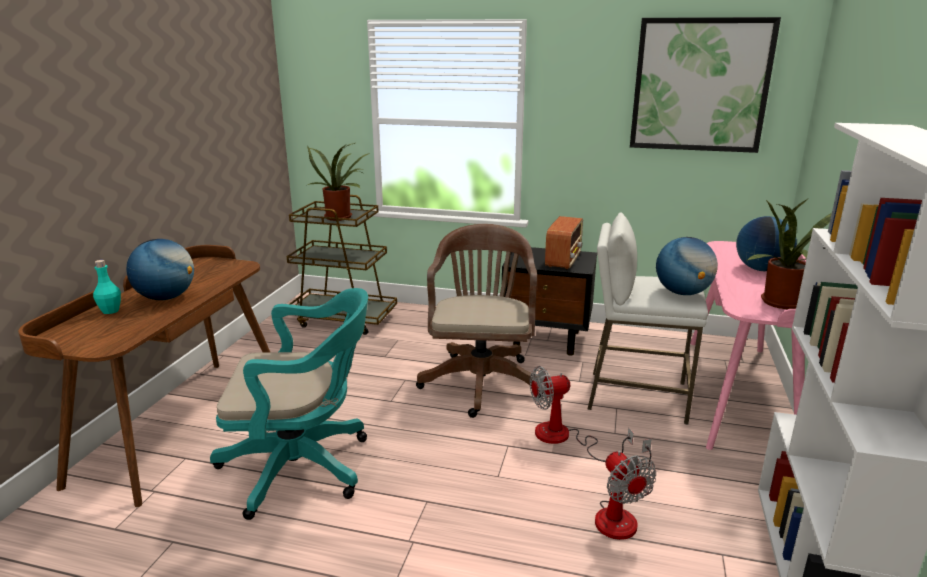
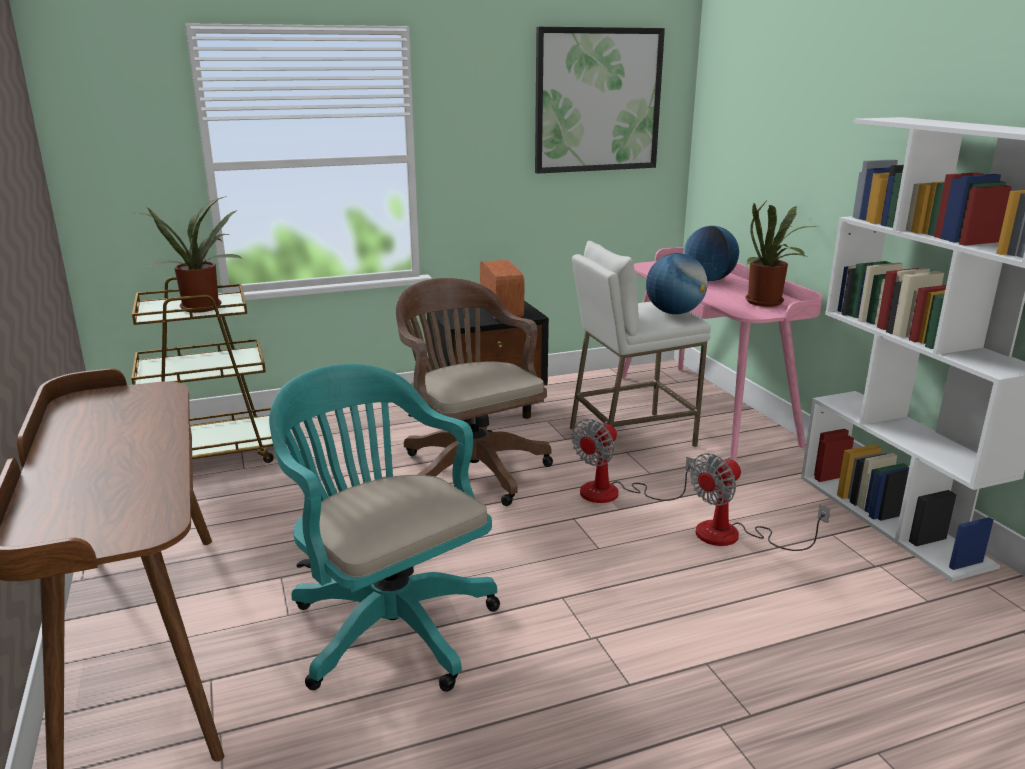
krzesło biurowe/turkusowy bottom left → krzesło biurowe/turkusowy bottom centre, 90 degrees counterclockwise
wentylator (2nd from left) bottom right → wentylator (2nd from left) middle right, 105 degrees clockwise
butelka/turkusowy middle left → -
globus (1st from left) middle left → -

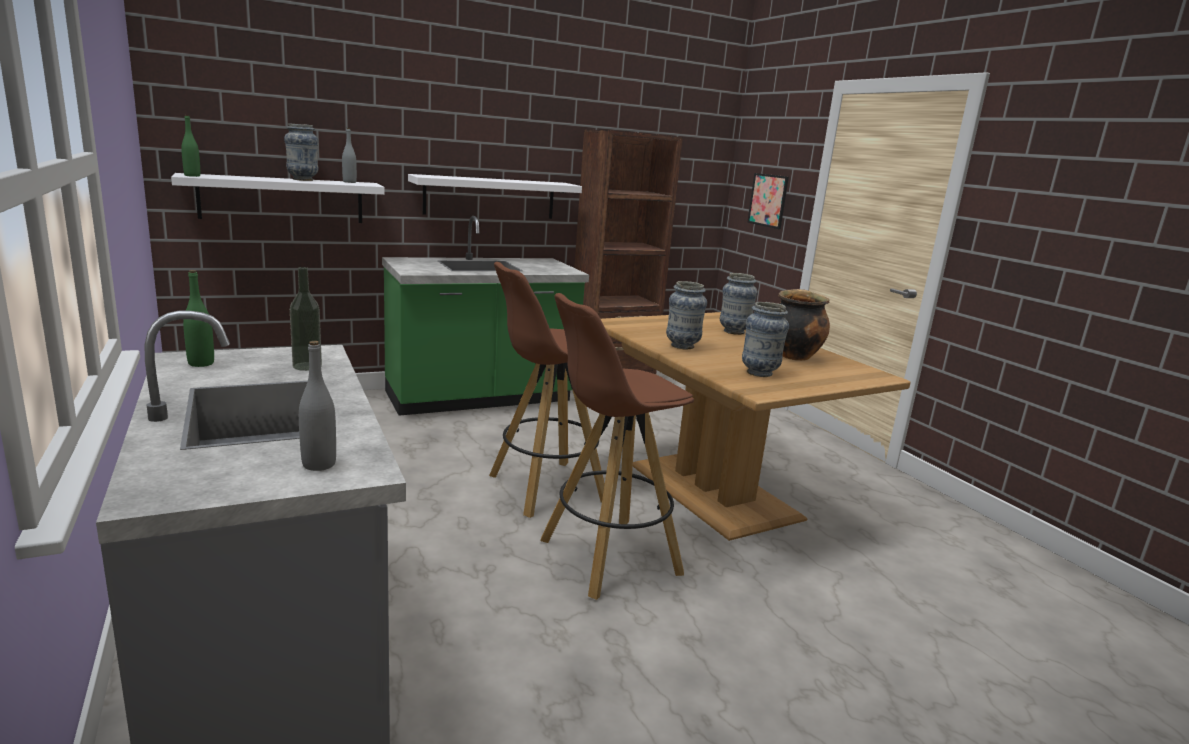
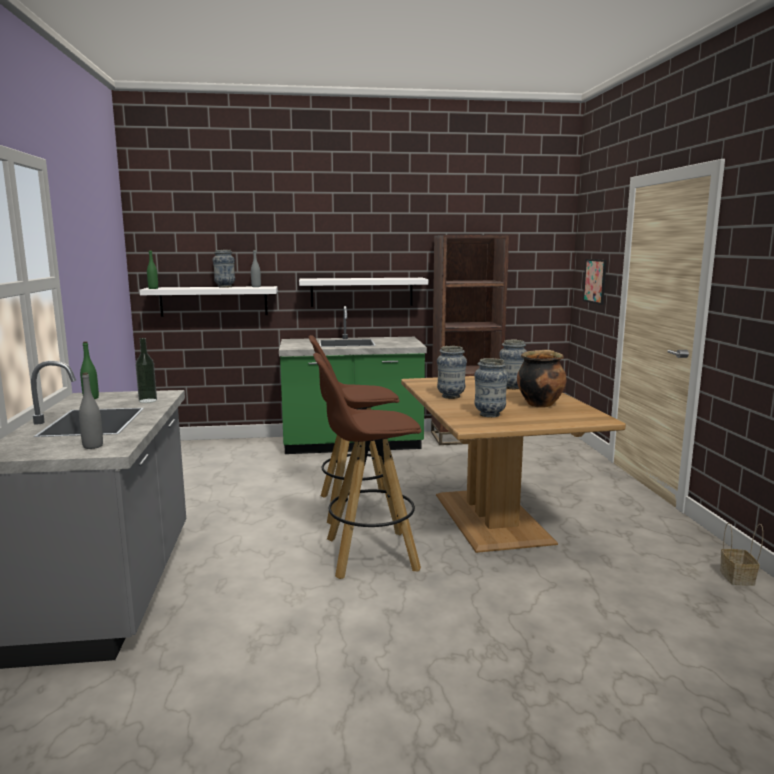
- → koszyk bottom right

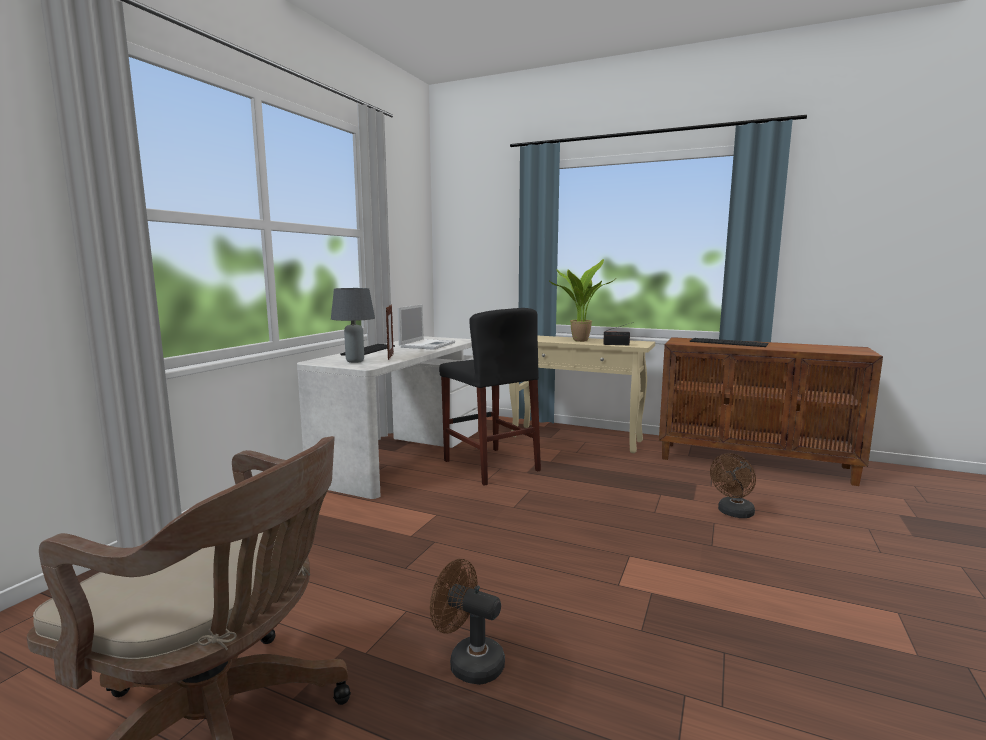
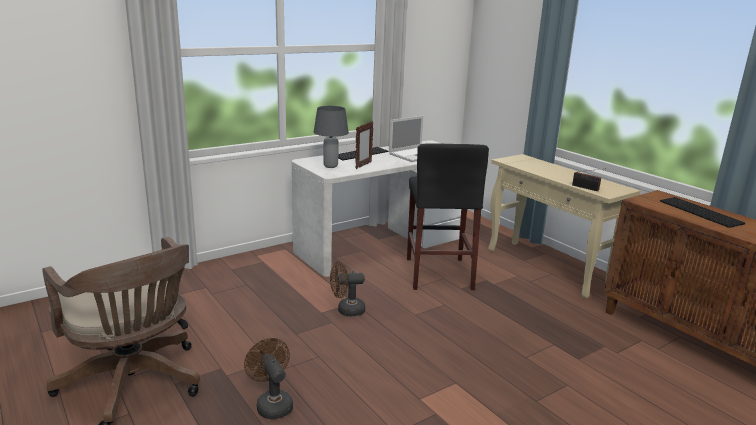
wentylator/brązowy (2nd from left) middle right → wentylator/brązowy (2nd from left) bottom centre, move
roślina doniczkowa centre → -

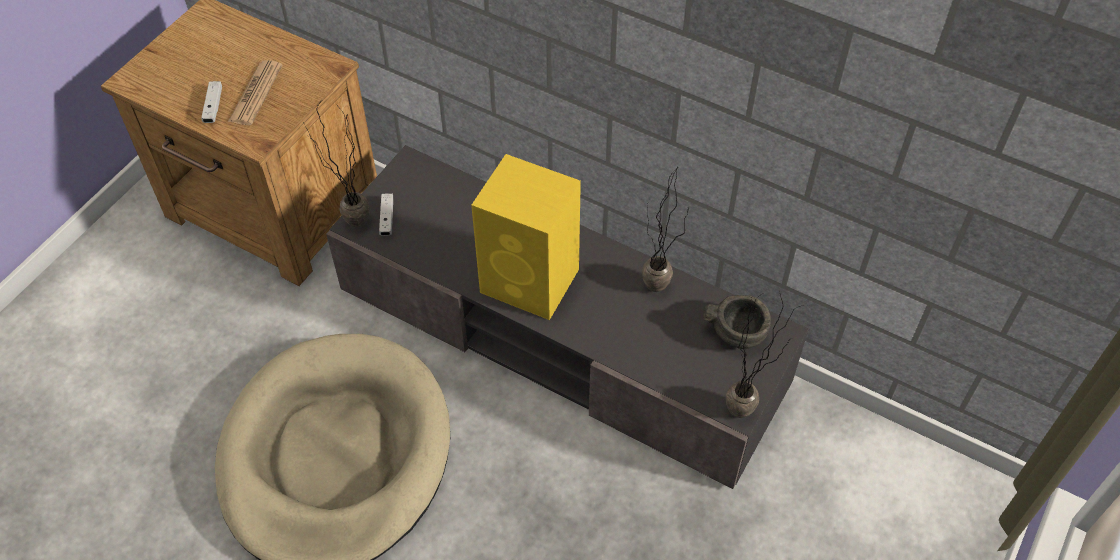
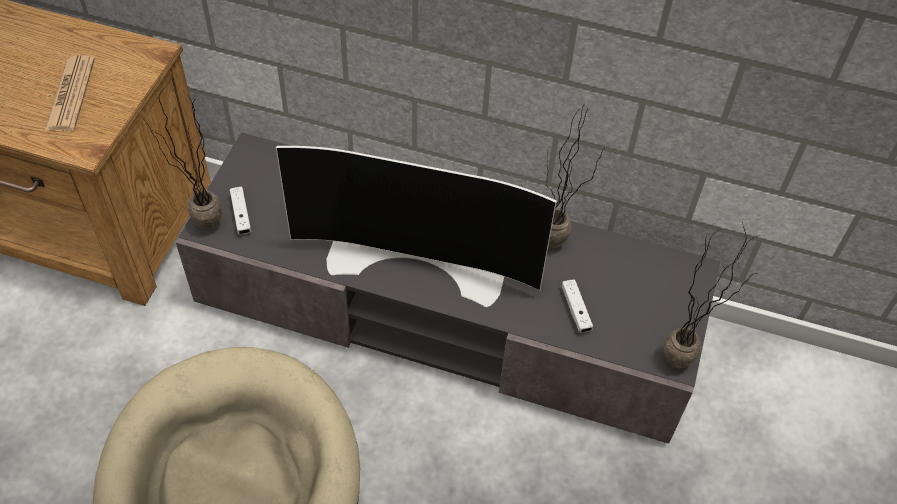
głośnik/żółty centre → telewizor centre
pad do gier/biały (1st from left in the first image) top left → pad do gier/biały (2nd from left) centre, move
miska/szary centre → -

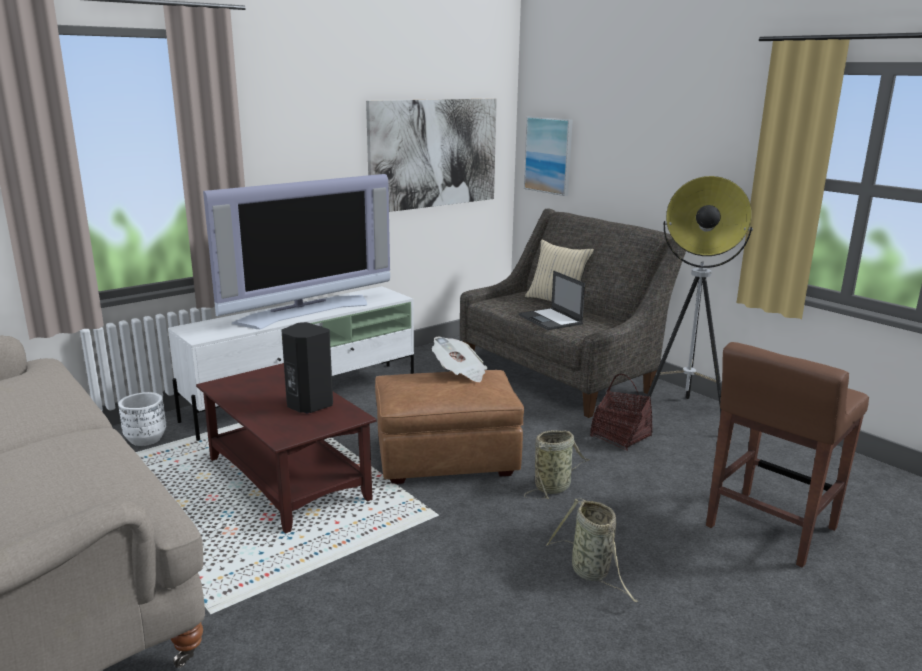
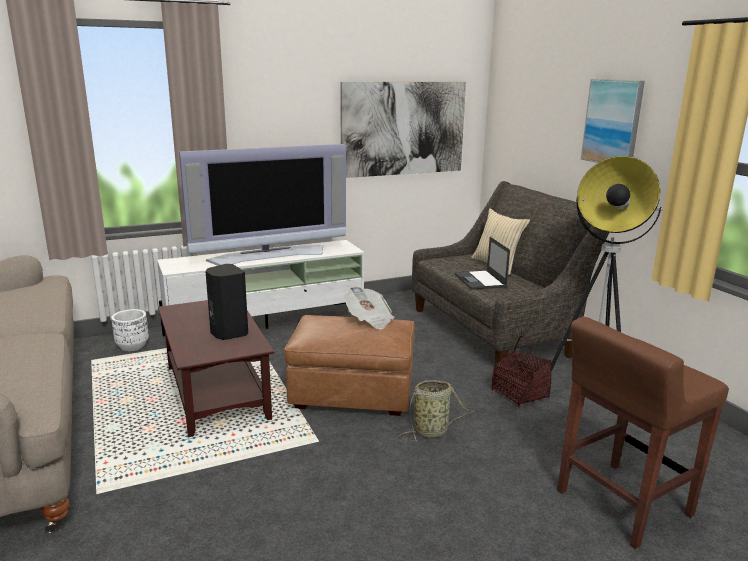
obraz (2nd from left) top centre → obraz (2nd from left) top right, move
koszyk (2nd from left) bottom centre → -

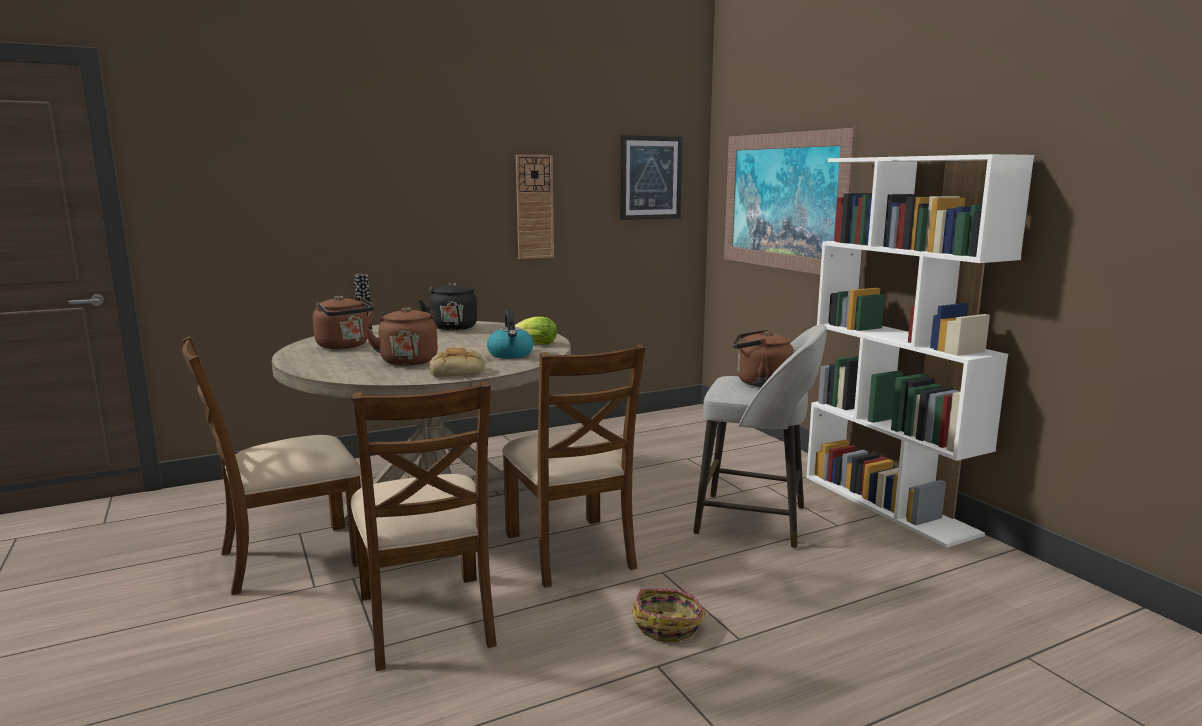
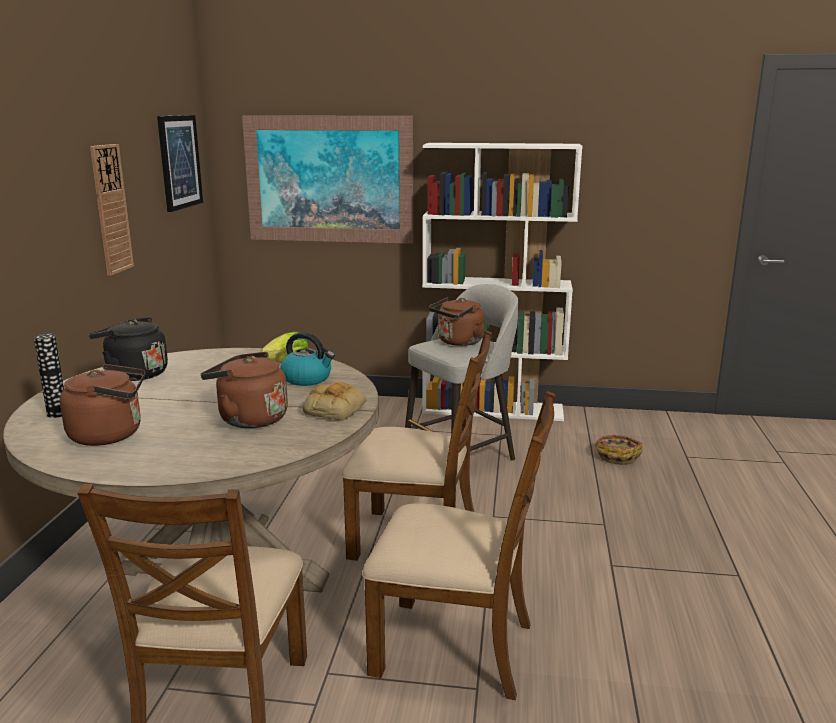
koszyk bottom centre → koszyk middle right, move

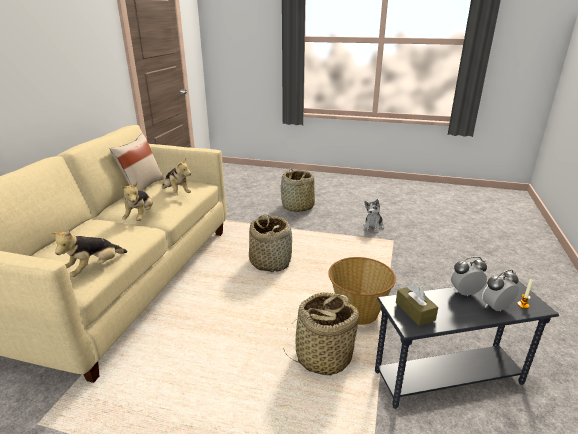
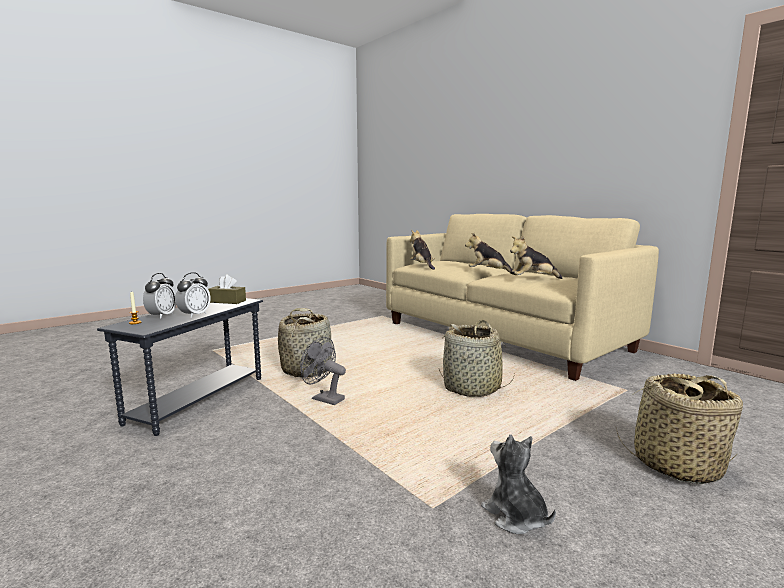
koszyk (4th from left) bottom centre → wentylator/szary centre
poduszka/beżowy middle left → -

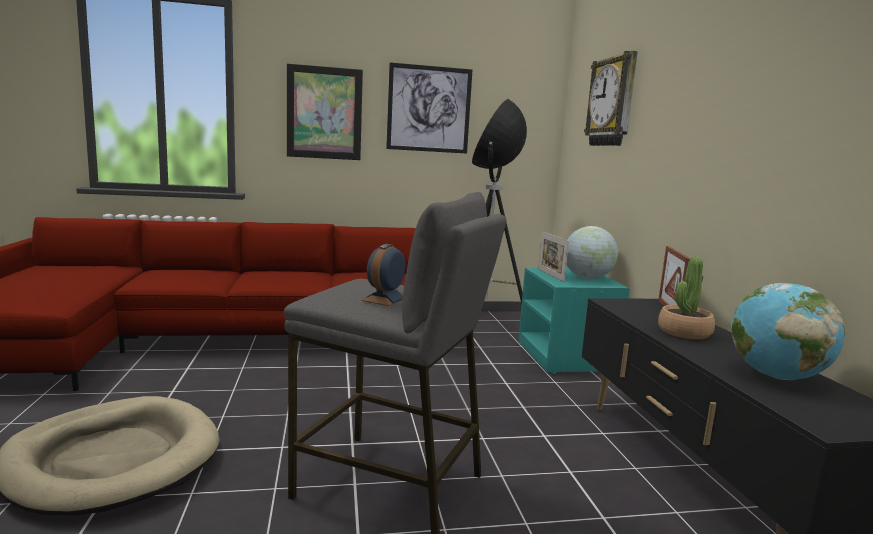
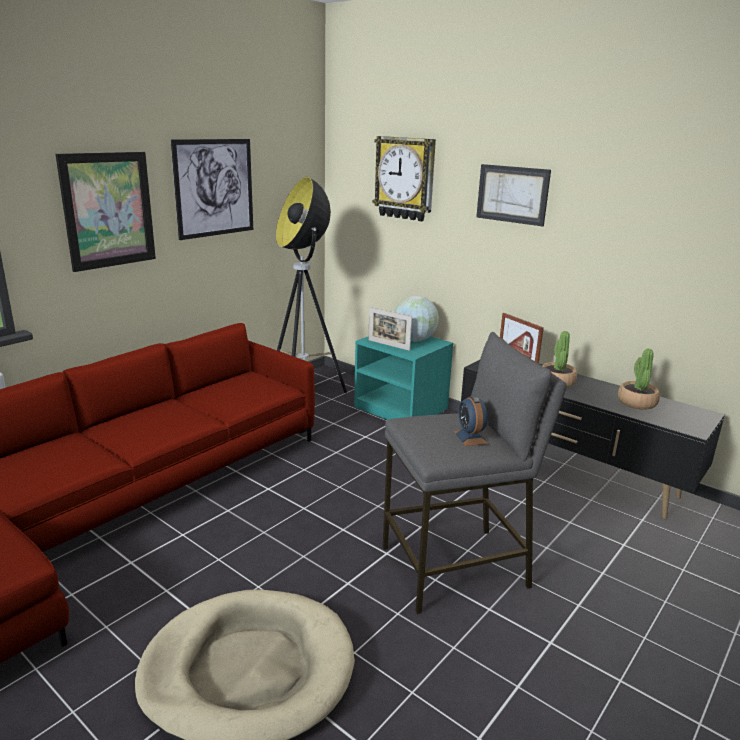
- → obraz (3rd from left) top right
globus (2nd from left) middle right → roślina doniczkowa (2nd from left) middle right

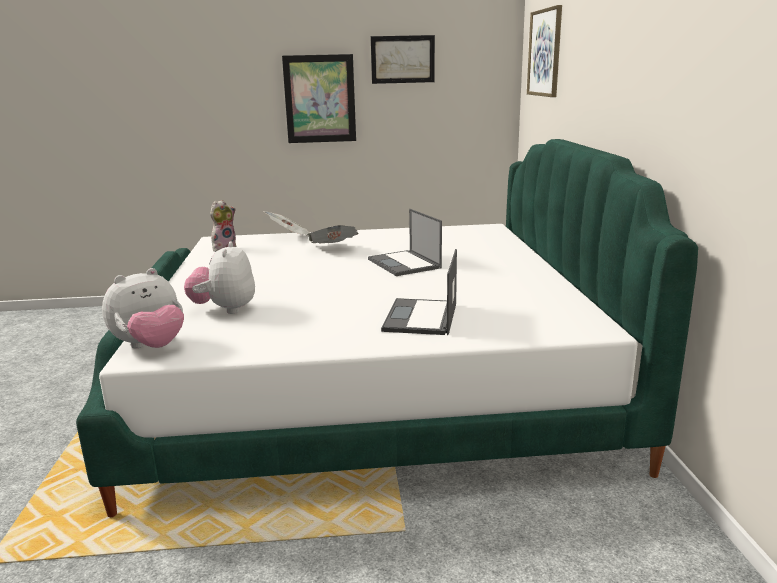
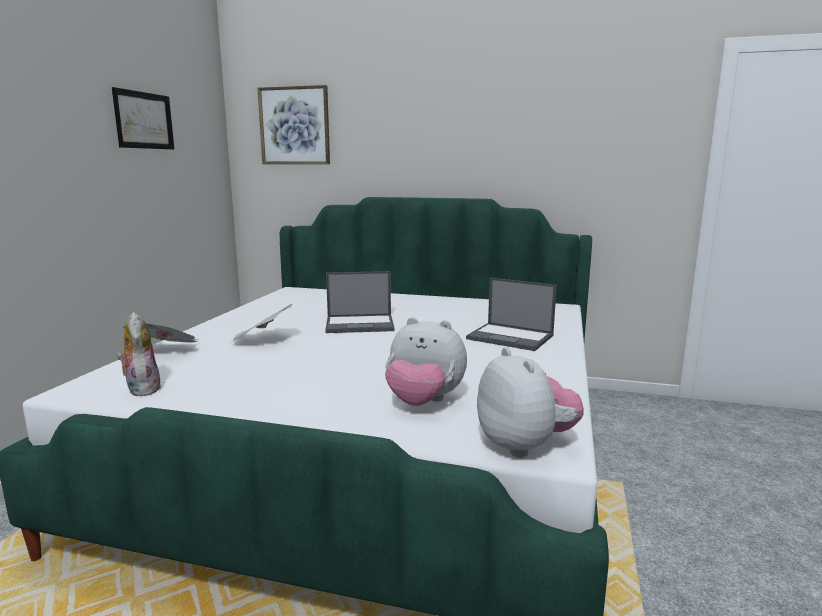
obraz (1st from left) top centre → -

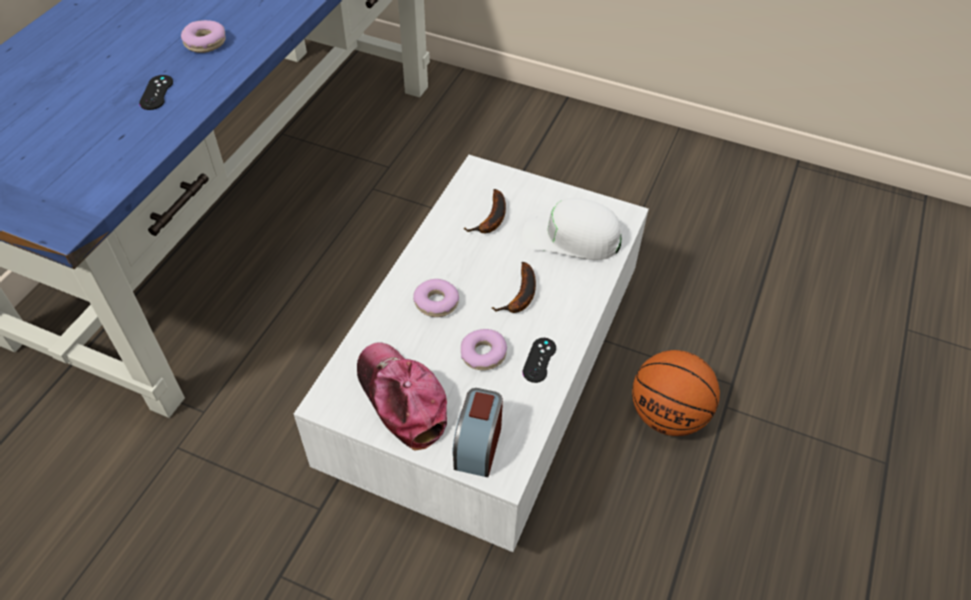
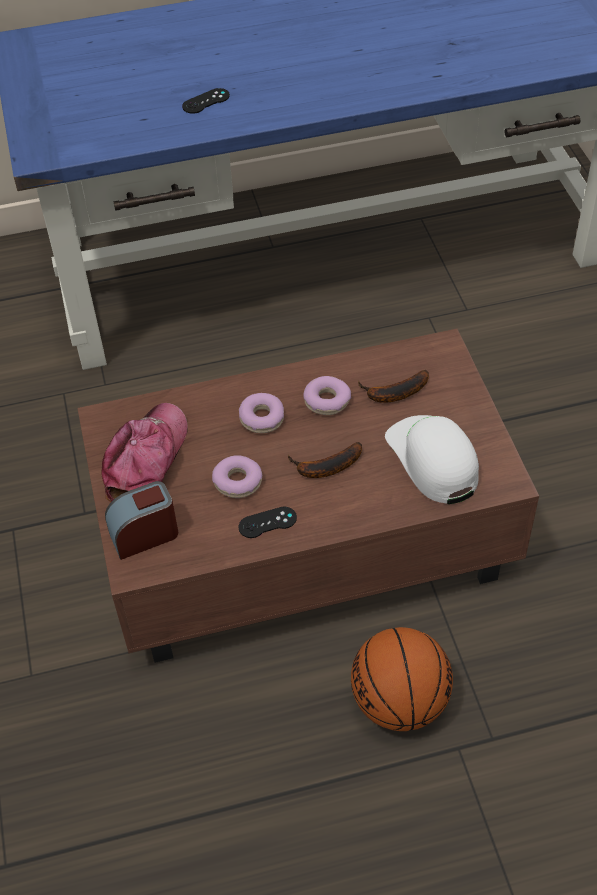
ława/biały centre → ława/brązowy centre
donut (1st from left in the first image) top left → donut (3rd from left) centre, move

